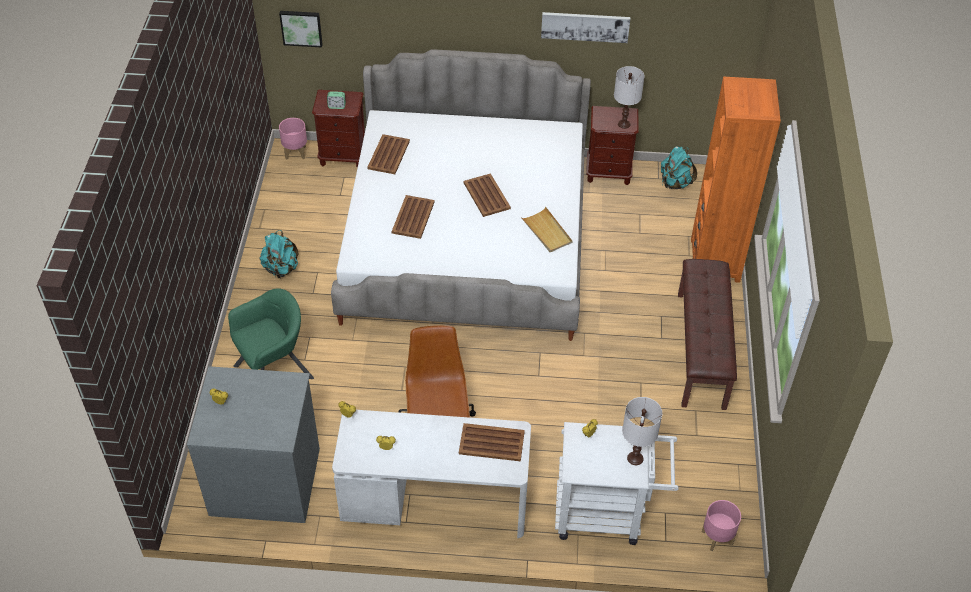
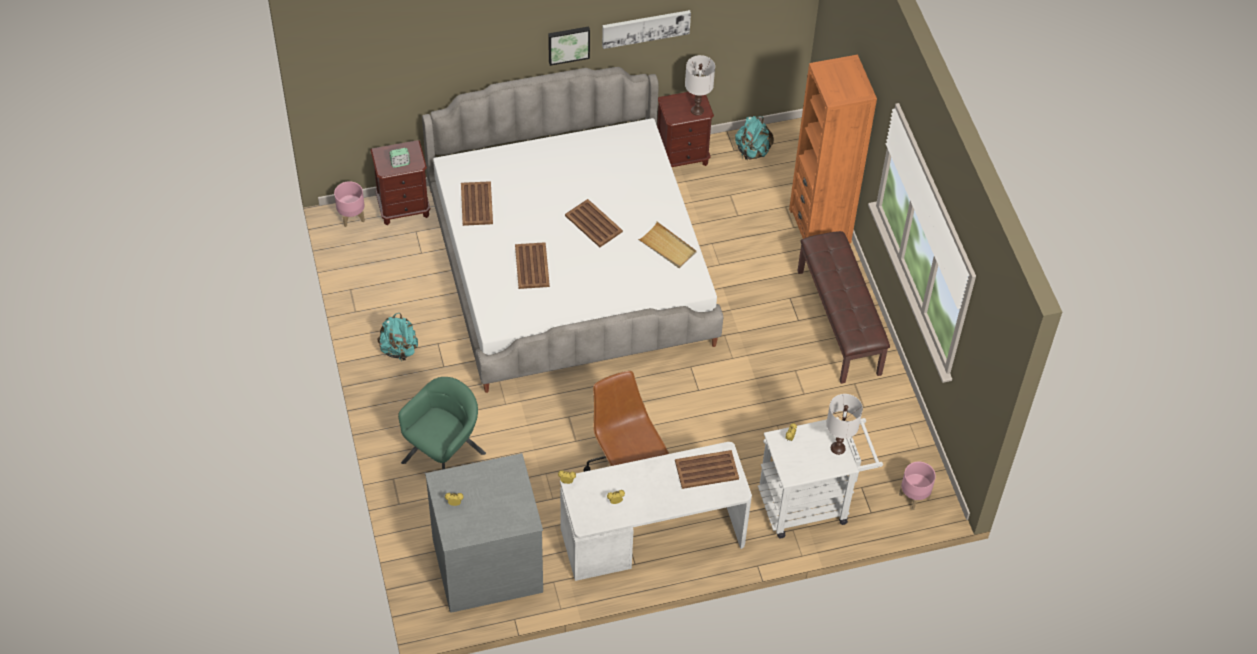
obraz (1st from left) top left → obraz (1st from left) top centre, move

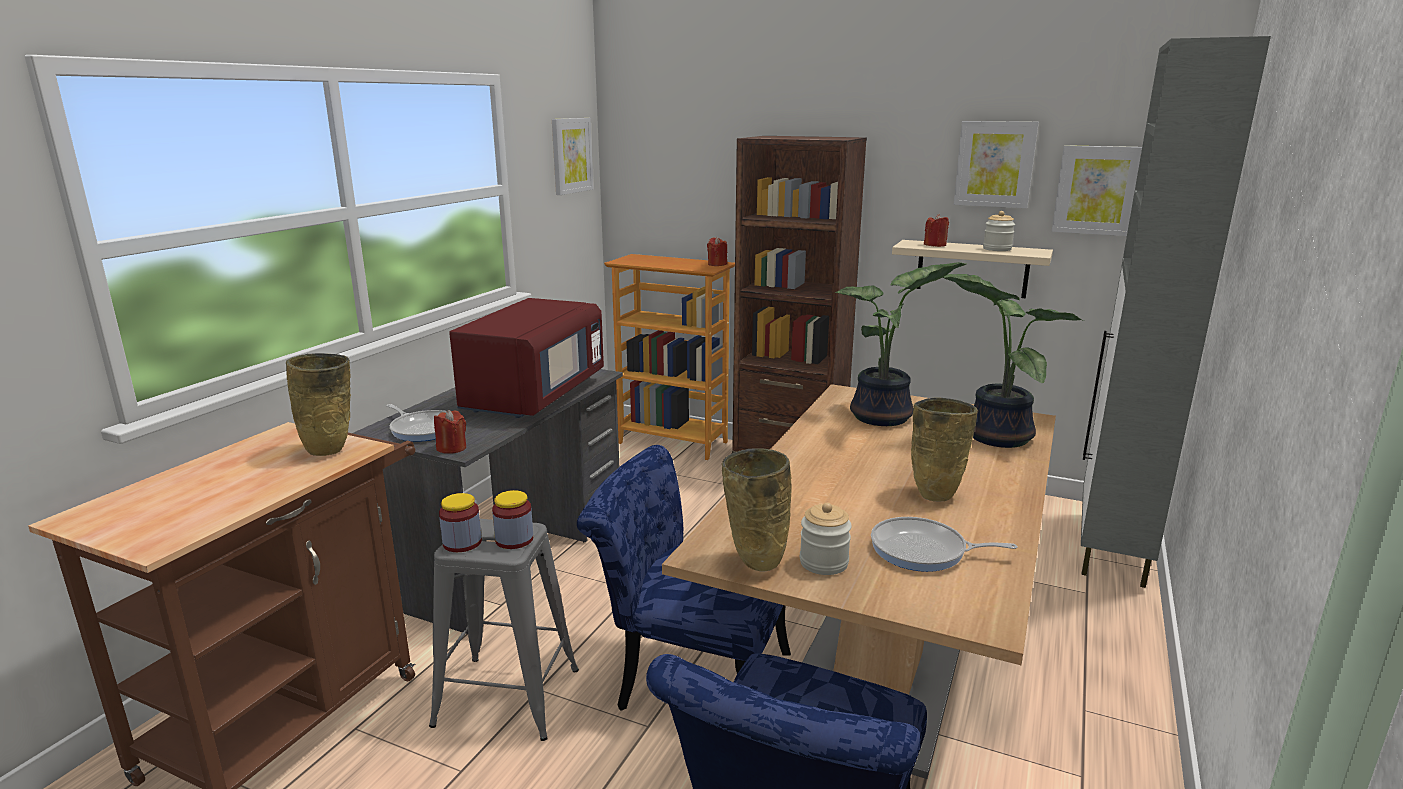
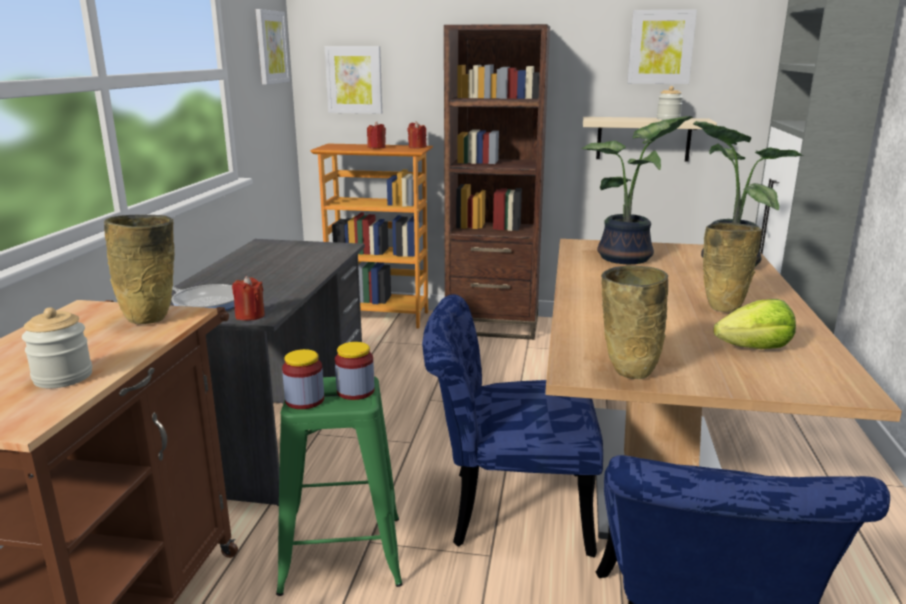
słoik (3rd from left in the first image) bottom centre → słoik (1st from left) middle left, move
stołek/szary bottom centre → stołek/zielony bottom centre
obraz (3rd from left in the first image) top right → obraz (2nd from left) top centre, move
świeca/czerwony (3rd from left in the first image) top right → świeca/czerwony (2nd from left) top centre, move
patelnia (2nd from left) bottom right → sałata middle right
mikrofalówka/czerwony centre → -

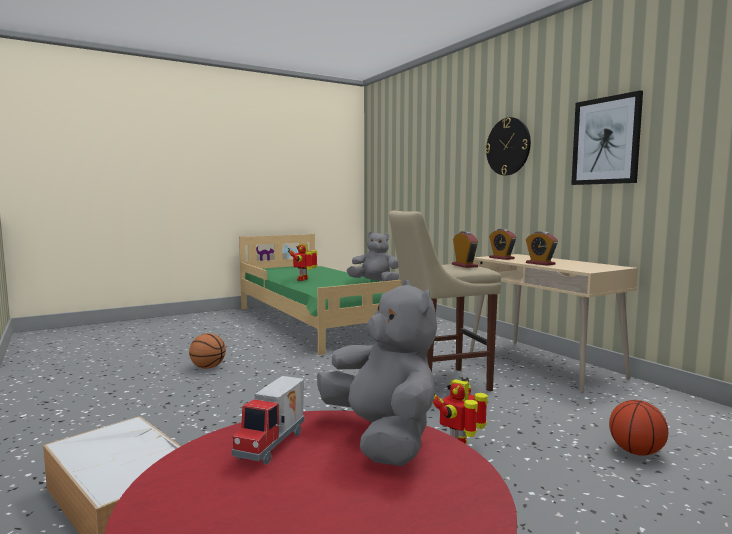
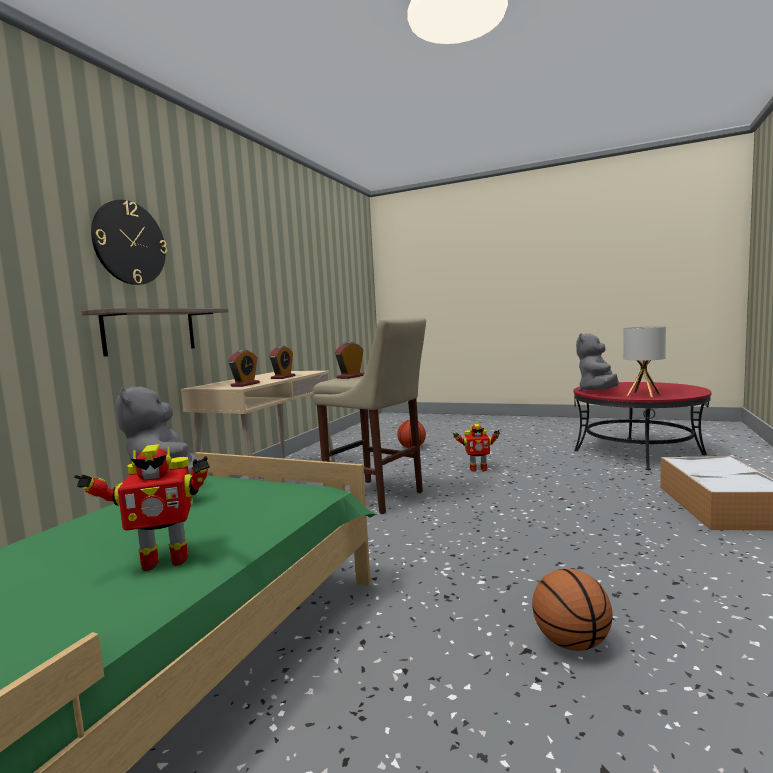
- → półka middle left
ciężarówka zabawkowa bottom centre → lampa stołowa middle right
obraz top right → -

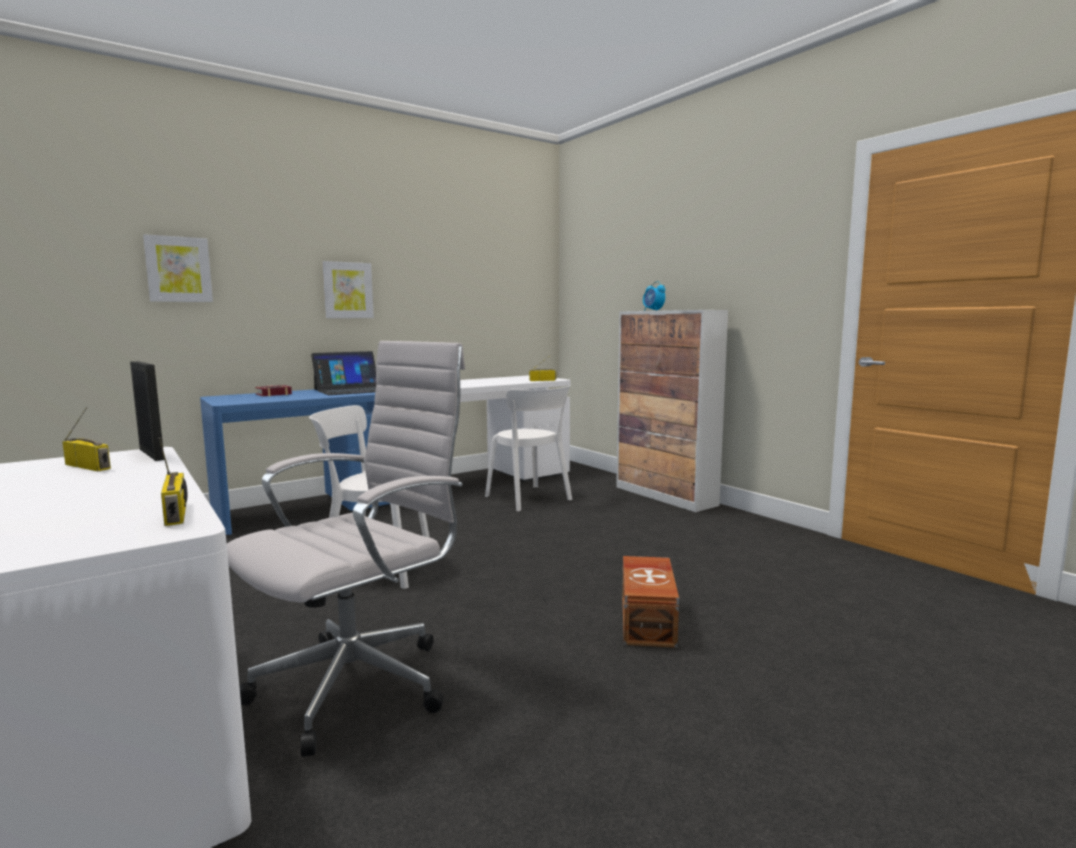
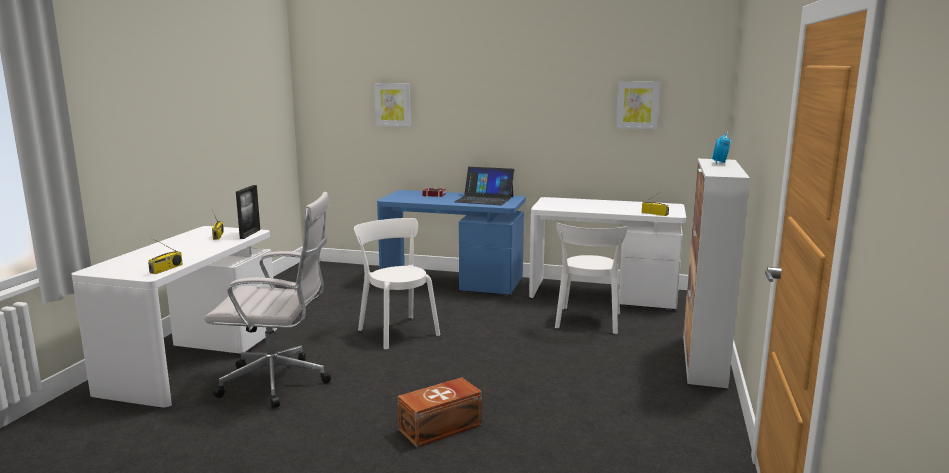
obraz (2nd from left) middle left → obraz (2nd from left) top right, move

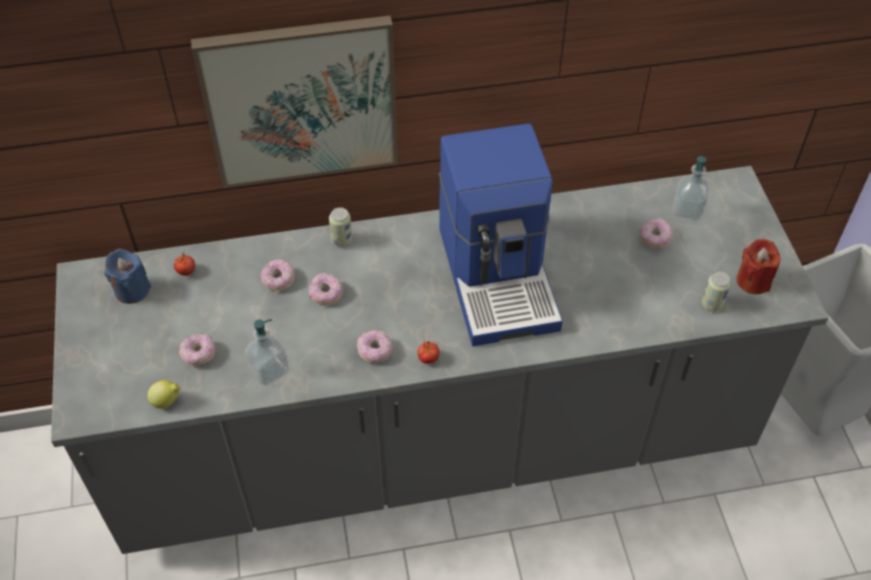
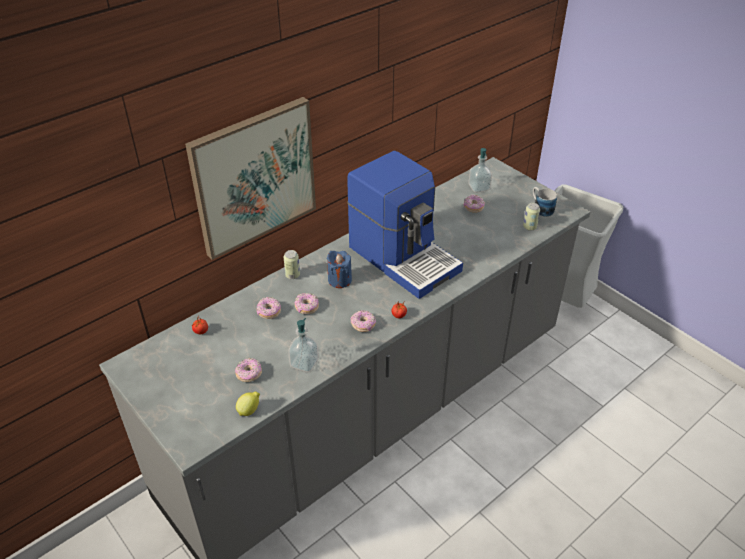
świeca/niebieski middle left → świeca/niebieski centre, move
świeca/czerwony middle right → kubek middle right

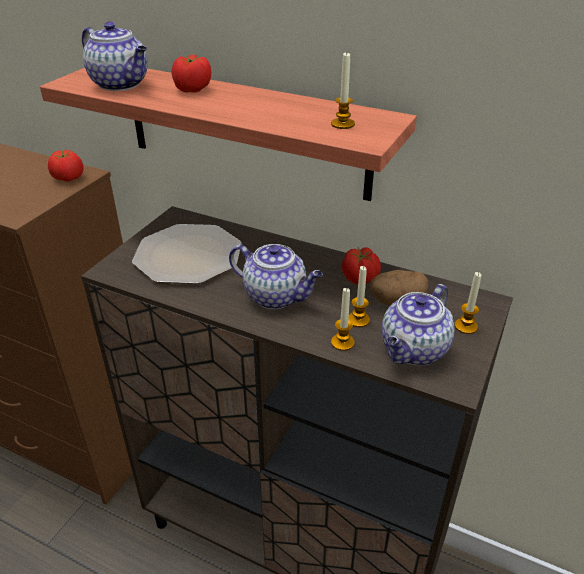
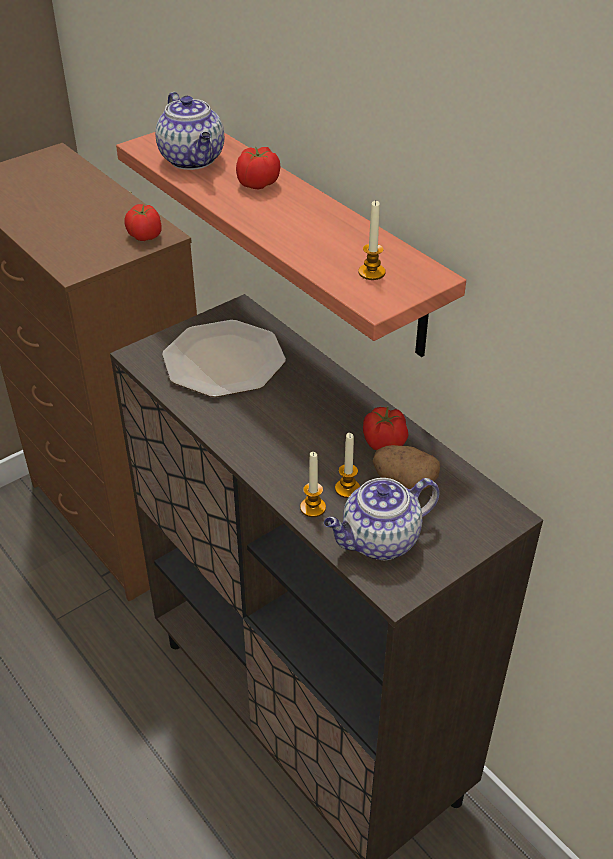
imbryk (2nd from left) centre → -
świeca (4th from left) middle right → -

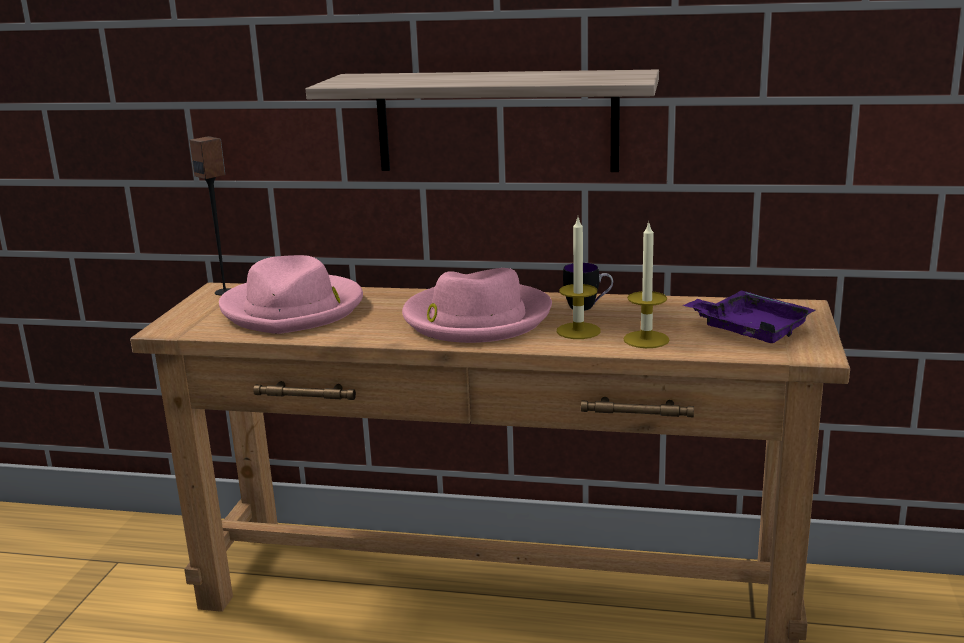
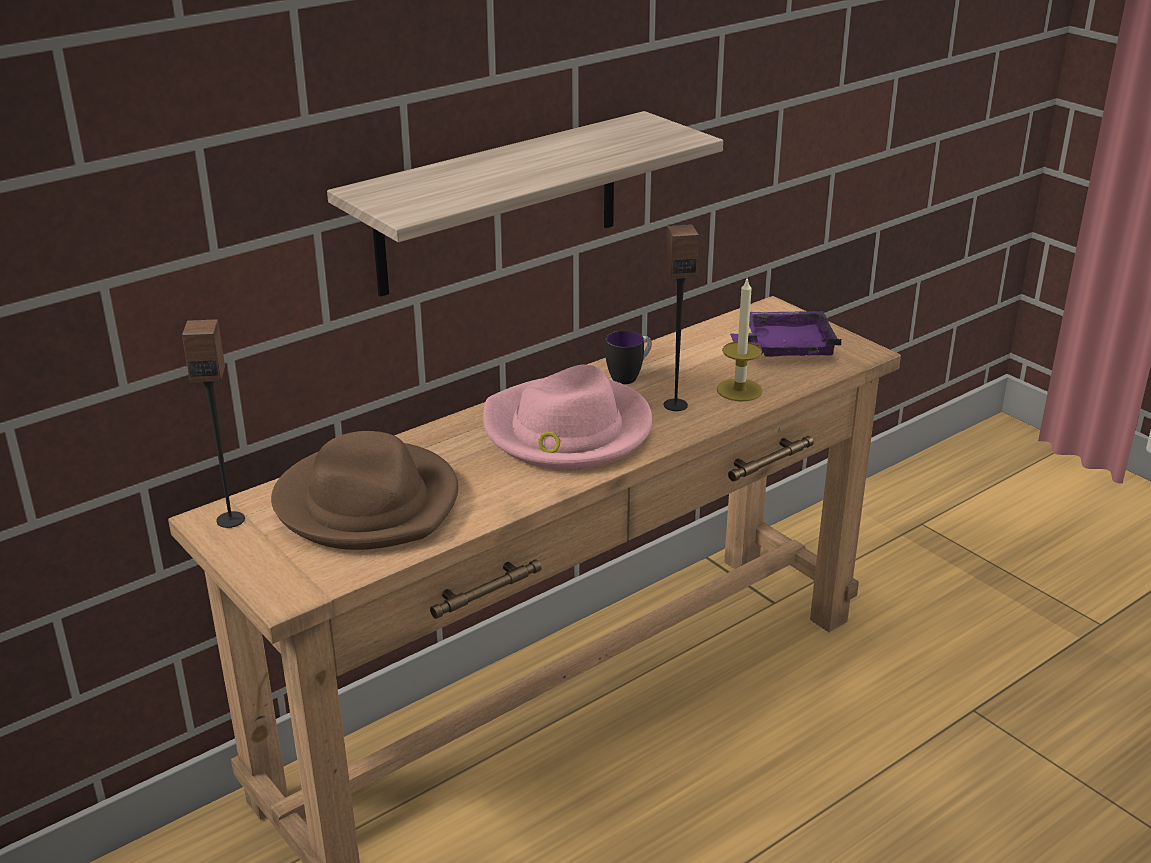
kapelusz/różowy (1st from left) middle left → kapelusz/brązowy middle left
świeca (1st from left) centre → głośnik (2nd from left) centre

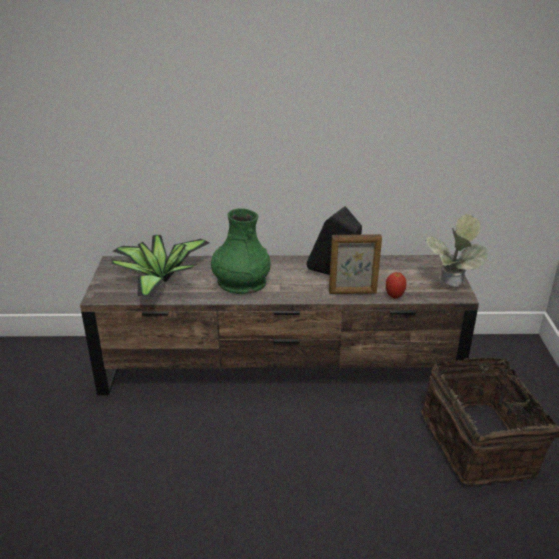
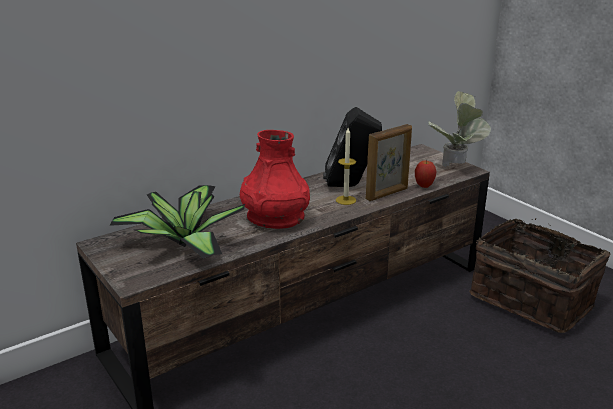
wazon/zielony centre → wazon/czerwony centre
- → świeca centre

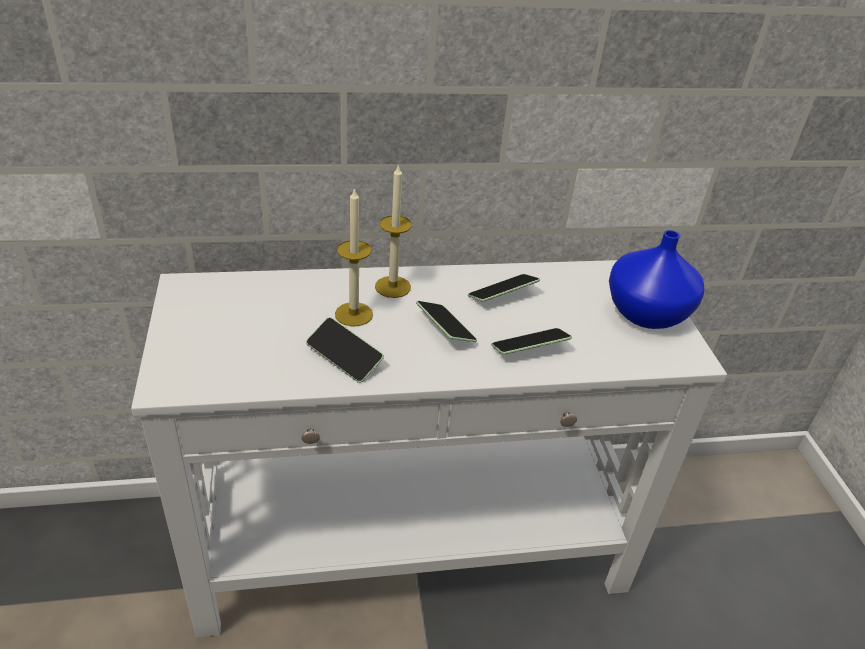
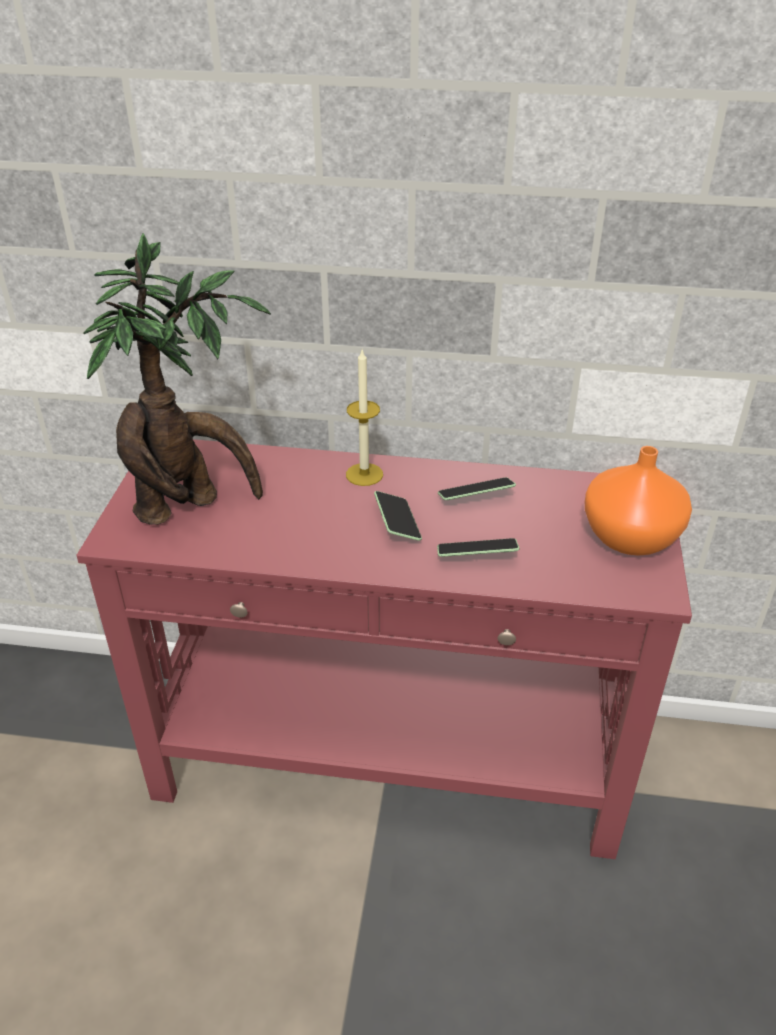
stolik konsolowy/biały bottom centre → stolik konsolowy/czerwony centre
- → roślina doniczkowa middle left
wazon/niebieski middle right → wazon/pomarańczowy middle right
telefon (1st from left) centre → -
świeca (1st from left) centre → -

